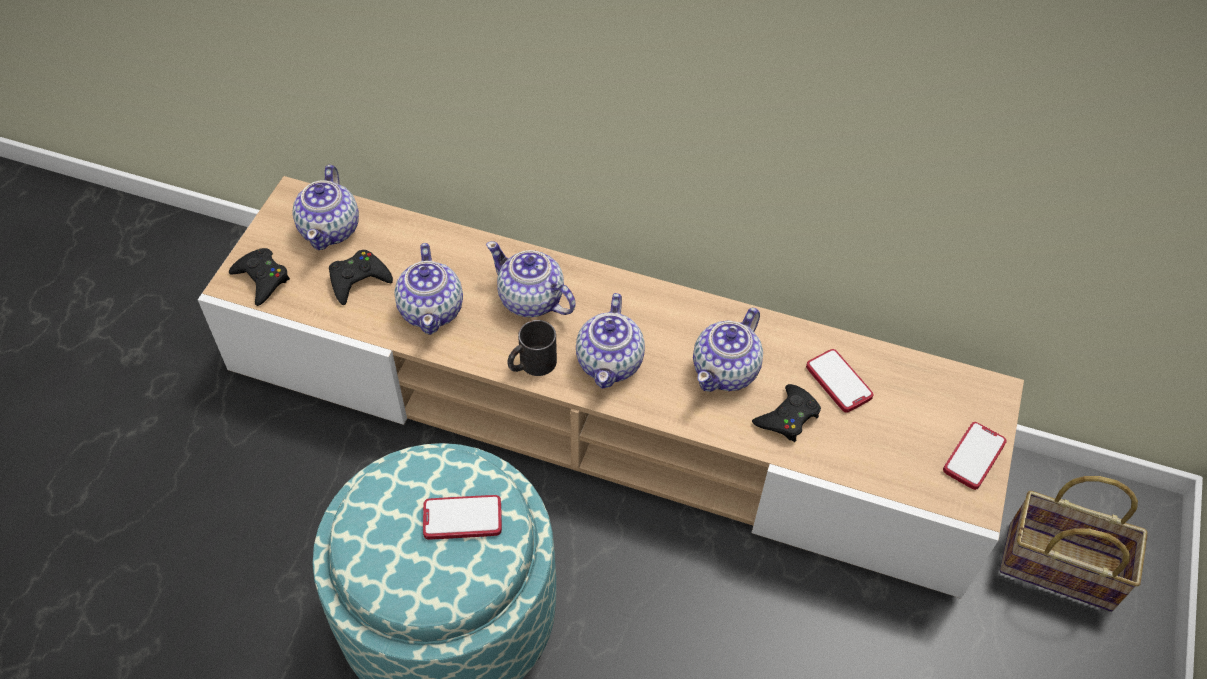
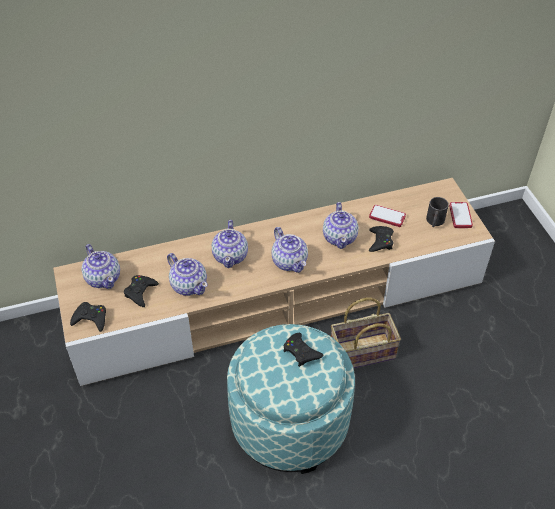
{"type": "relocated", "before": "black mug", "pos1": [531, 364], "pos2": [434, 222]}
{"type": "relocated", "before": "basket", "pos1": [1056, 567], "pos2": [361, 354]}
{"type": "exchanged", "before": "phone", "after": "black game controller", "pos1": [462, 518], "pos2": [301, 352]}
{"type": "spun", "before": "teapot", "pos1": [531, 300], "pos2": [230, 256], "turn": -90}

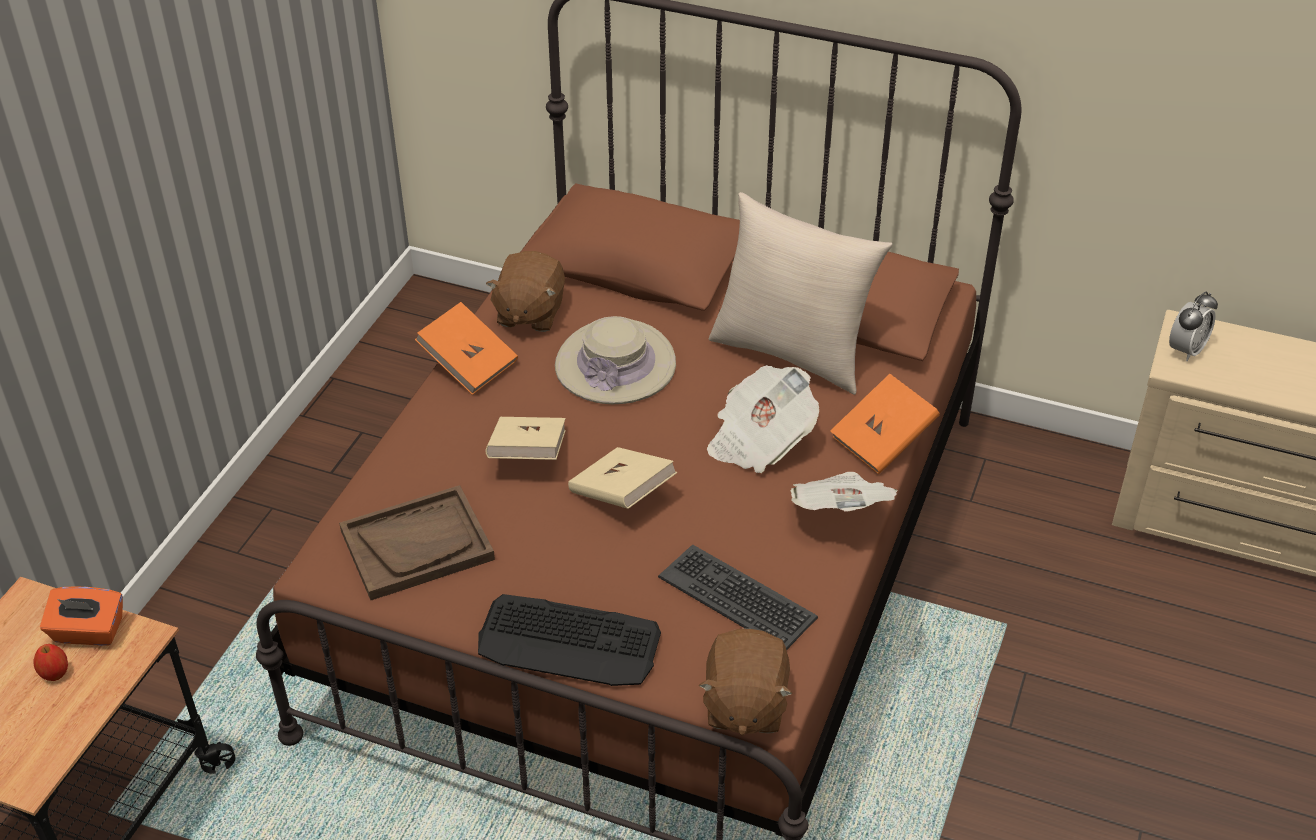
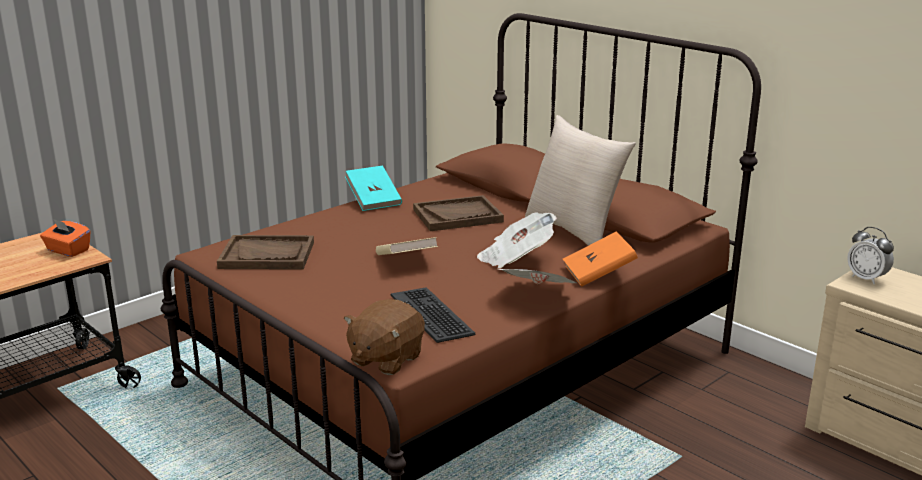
{"type": "missing", "before": "apple", "pos1": [55, 673]}
{"type": "missing", "before": "keyboard", "pos1": [569, 642]}
{"type": "missing", "before": "beige book", "pos1": [527, 454]}
{"type": "missing", "before": "brown plush toy", "pos1": [529, 313]}
{"type": "exchanged", "before": "beige hat", "after": "brown tray", "pos1": [615, 365], "pos2": [458, 216]}
{"type": "colour", "before": "orange book", "after": "turquoise book", "pos1": [469, 364], "pos2": [374, 201]}
{"type": "spun", "before": "alarm clock", "pos1": [1186, 350], "pos2": [866, 278], "turn": 75}

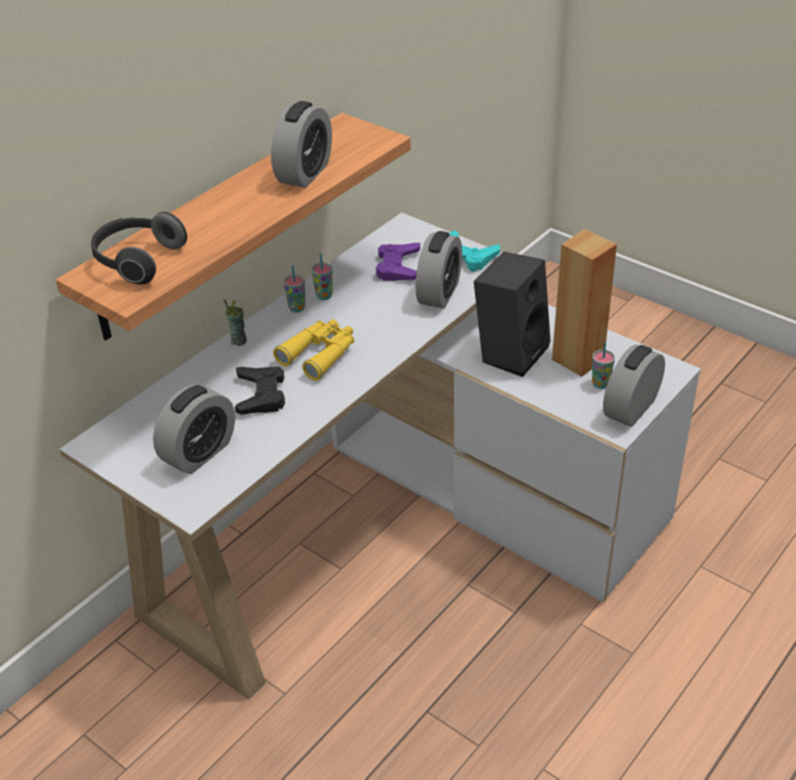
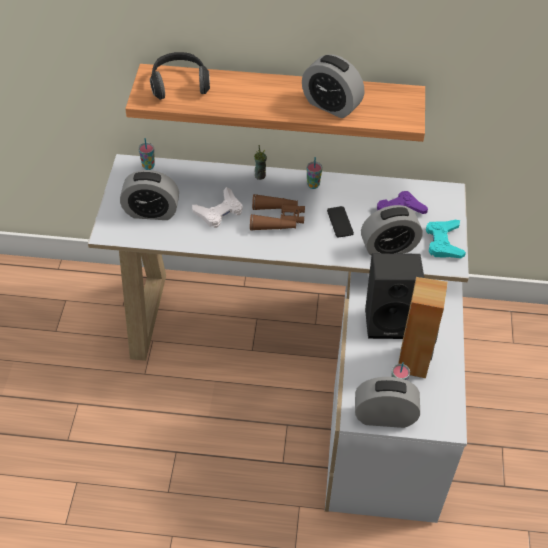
{"type": "appeared", "after": "phone", "pos2": [340, 222]}
{"type": "relocated", "before": "cup", "pos1": [324, 296], "pos2": [148, 166]}
{"type": "colour", "before": "black game controller", "after": "white game controller", "pos1": [261, 395], "pos2": [219, 212]}
{"type": "colour", "before": "yellow binoculars", "after": "brown binoculars", "pos1": [320, 354], "pos2": [277, 219]}
{"type": "spun", "before": "alarm clock", "pos1": [304, 173], "pos2": [331, 105], "turn": 45}

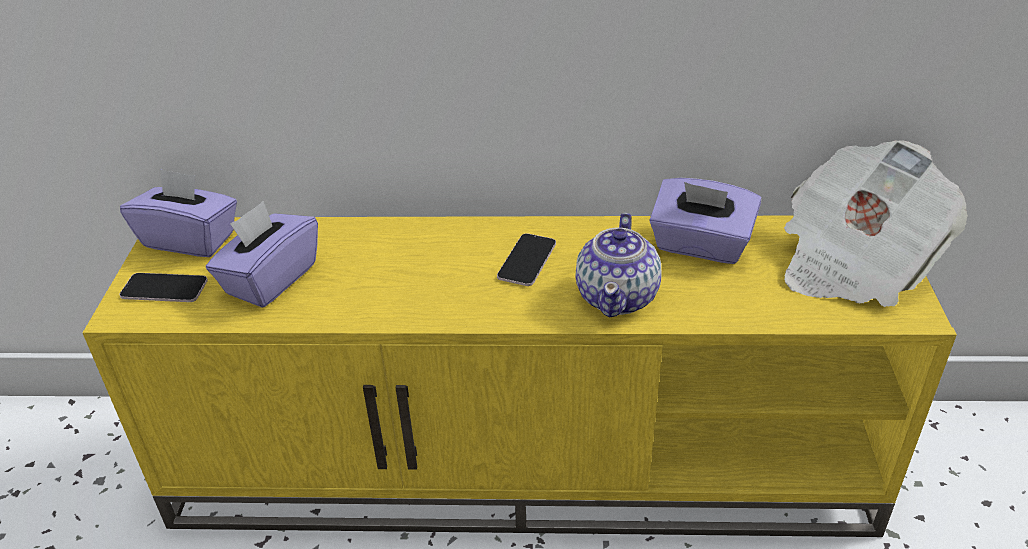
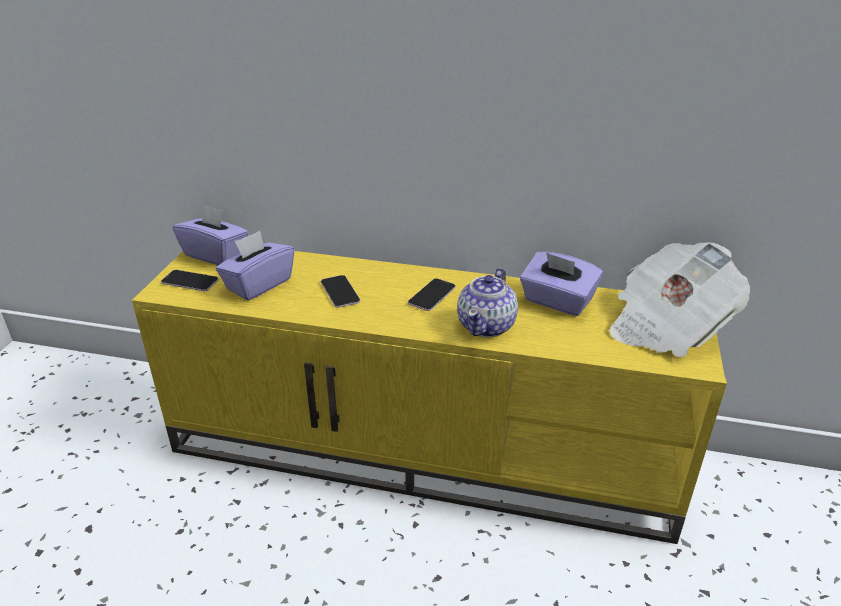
{"type": "appeared", "after": "phone", "pos2": [340, 292]}

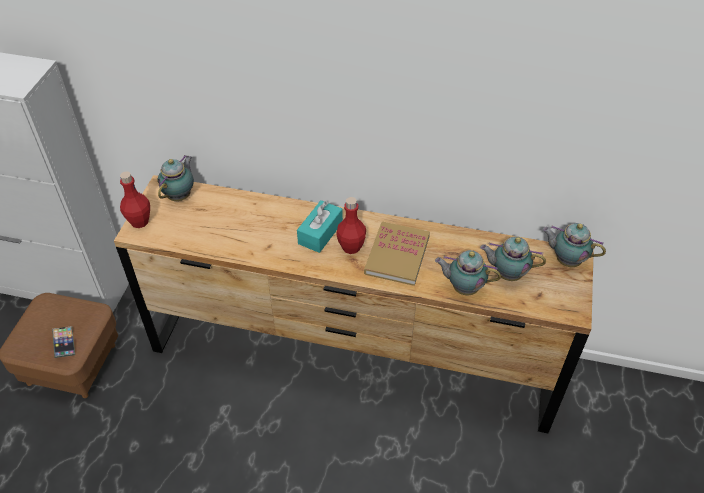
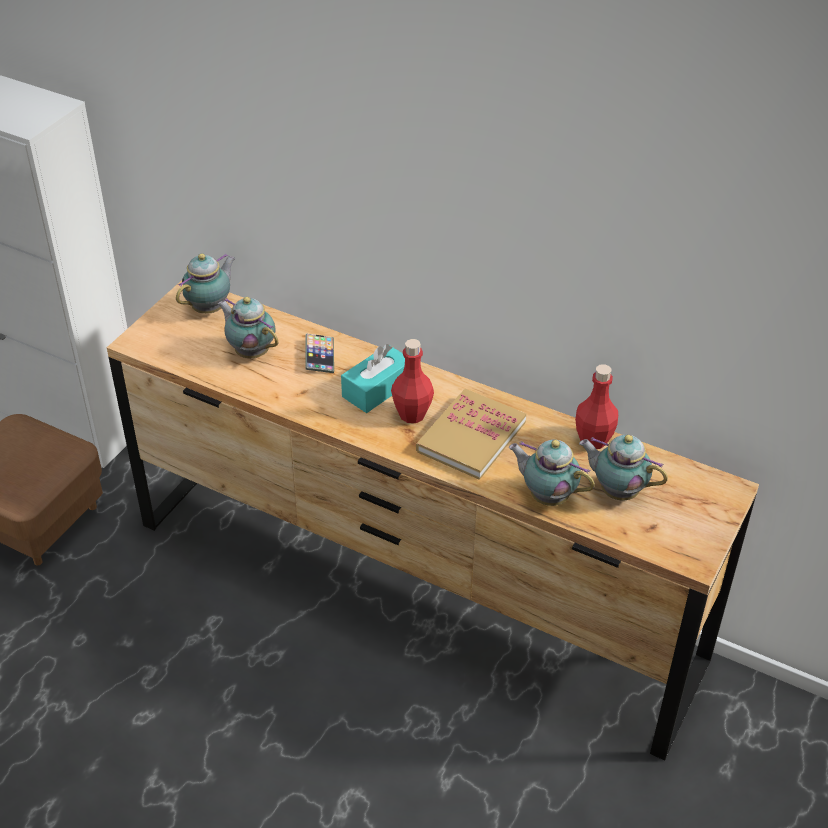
{"type": "relocated", "before": "phone", "pos1": [64, 343], "pos2": [319, 356]}
{"type": "relocated", "before": "red bottle", "pos1": [139, 221], "pos2": [593, 440]}
{"type": "relocated", "before": "teapot", "pos1": [566, 260], "pos2": [251, 352]}

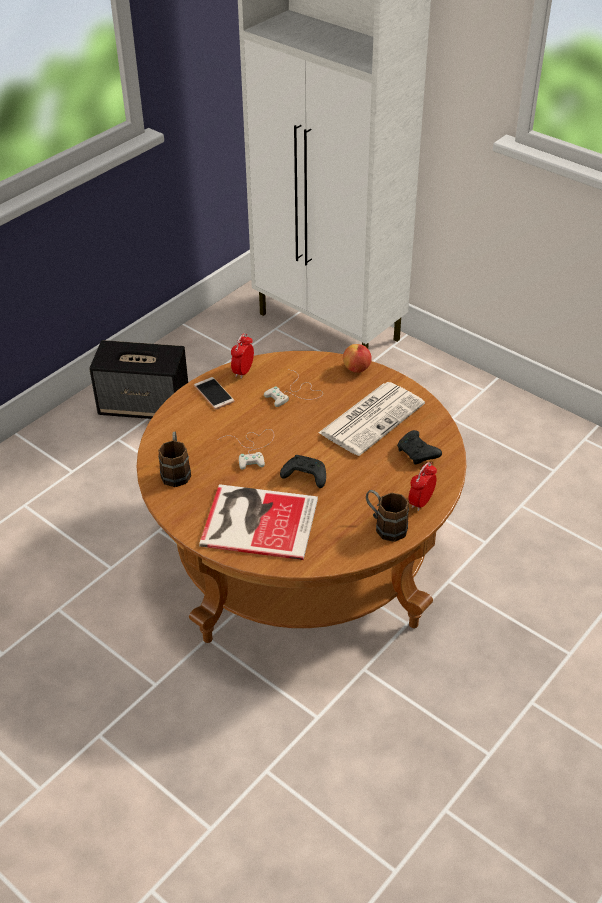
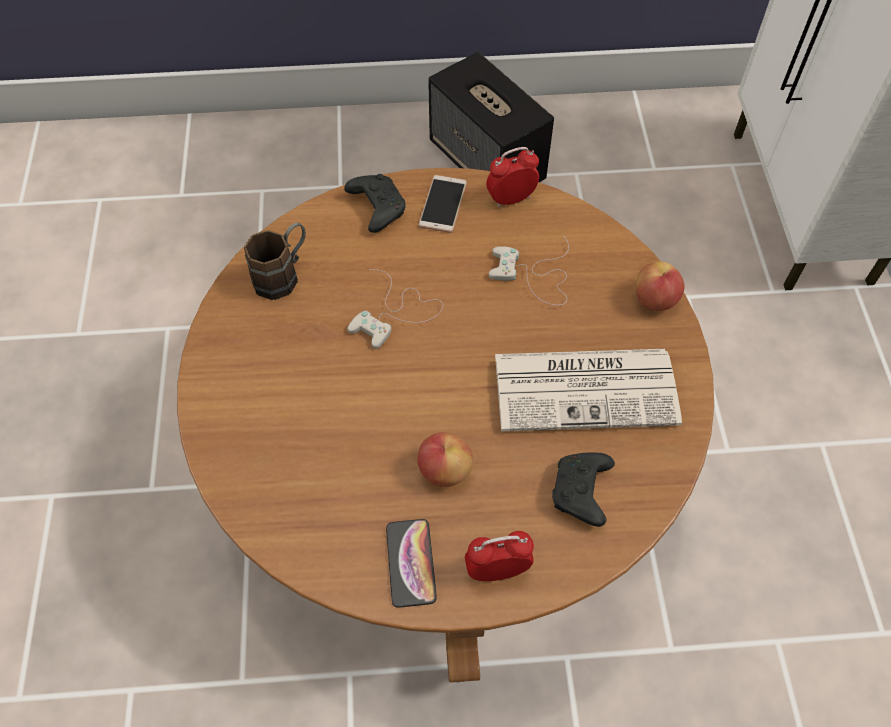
{"type": "missing", "before": "book", "pos1": [257, 520]}
{"type": "appeared", "after": "apple", "pos2": [444, 470]}
{"type": "relocated", "before": "black game controller", "pos1": [304, 477], "pos2": [376, 207]}
{"type": "exchanged", "before": "brown mug", "after": "phone", "pos1": [385, 526], "pos2": [410, 563]}

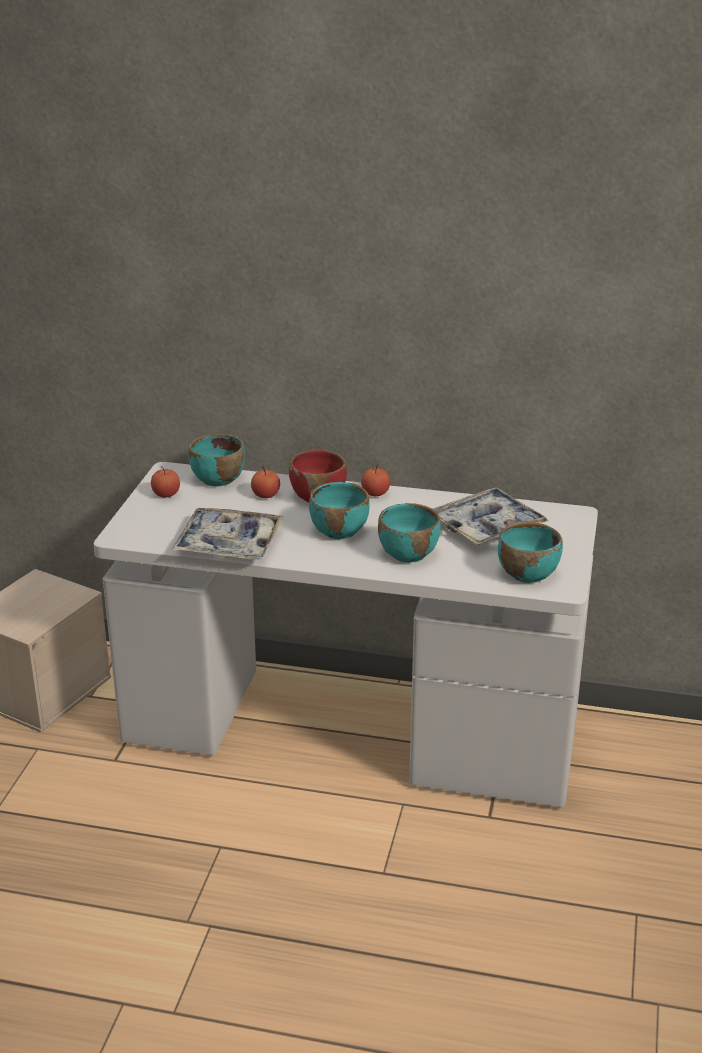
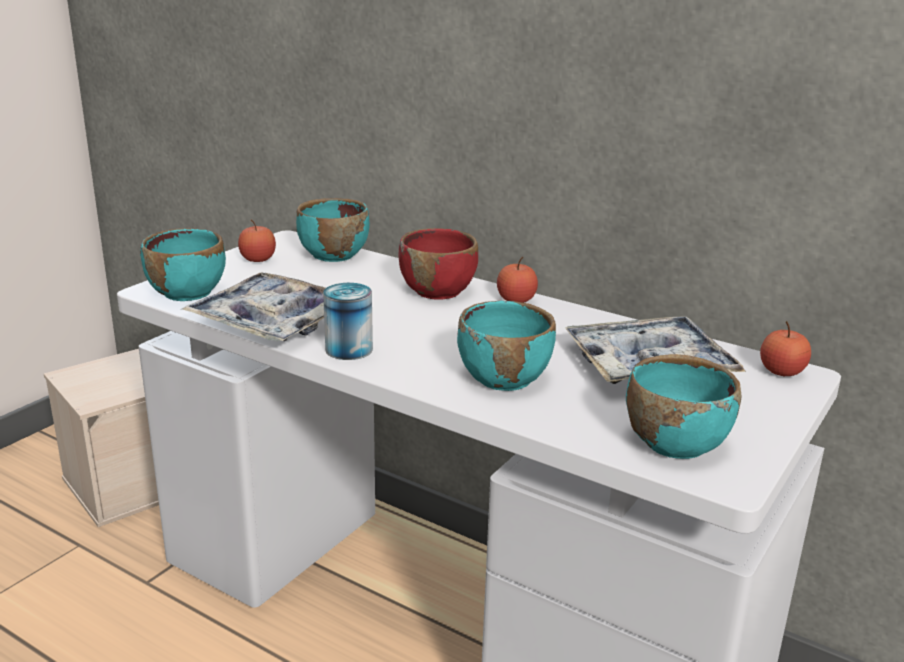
{"type": "appeared", "after": "can", "pos2": [349, 349]}
{"type": "relocated", "before": "apple", "pos1": [266, 495], "pos2": [781, 371]}
{"type": "relocated", "before": "turquoise bowl", "pos1": [339, 530], "pos2": [188, 292]}

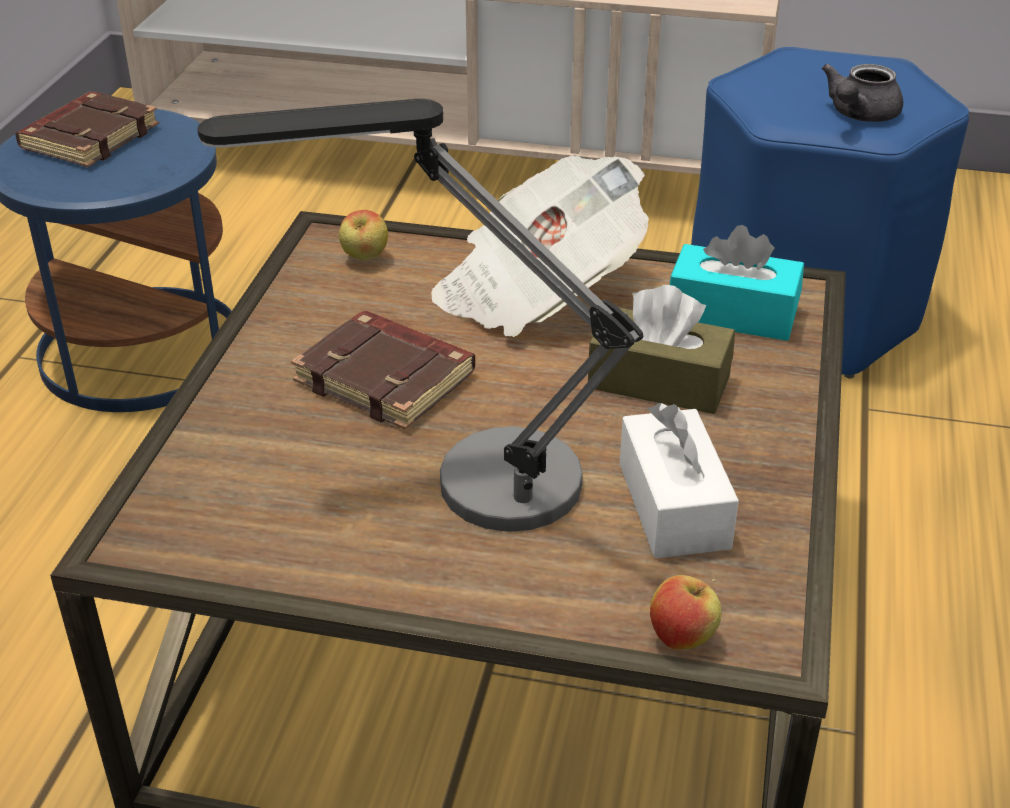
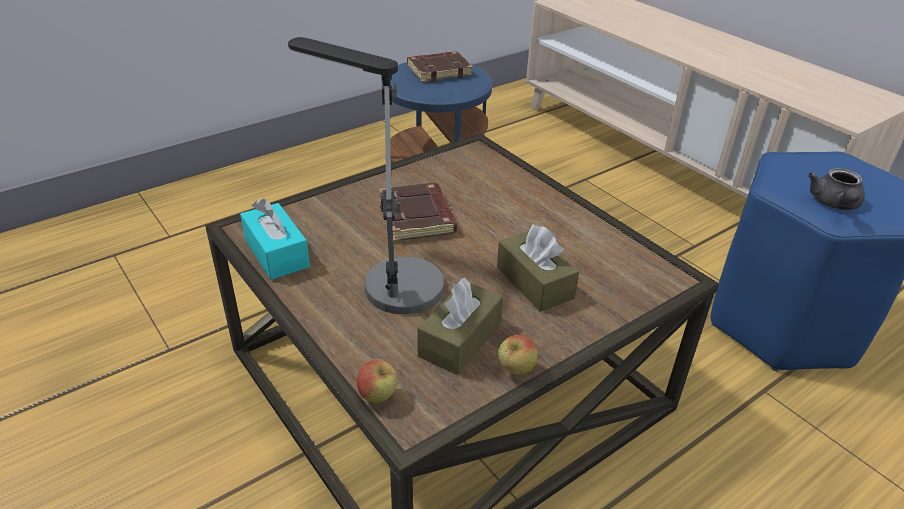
{"type": "missing", "before": "newspaper", "pos1": [537, 292]}
{"type": "relocated", "before": "apple", "pos1": [365, 258], "pos2": [515, 370]}
{"type": "relocated", "before": "turquoise tissue box", "pos1": [732, 314], "pos2": [276, 253]}
{"type": "colour", "before": "white tissue box", "after": "brown tissue box", "pos1": [673, 505], "pos2": [460, 339]}
{"type": "spun", "before": "grey teapot", "pos1": [858, 115], "pos2": [834, 204], "turn": -60}

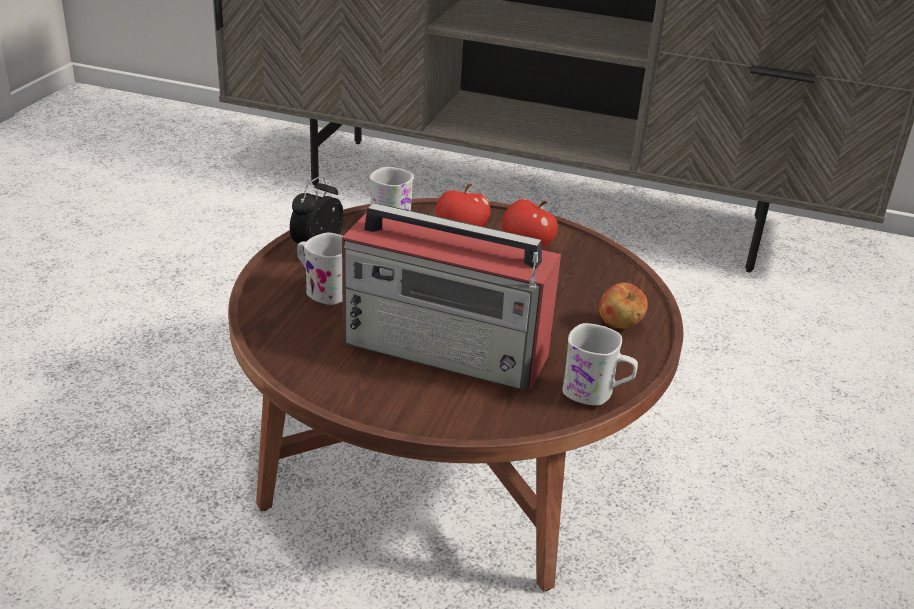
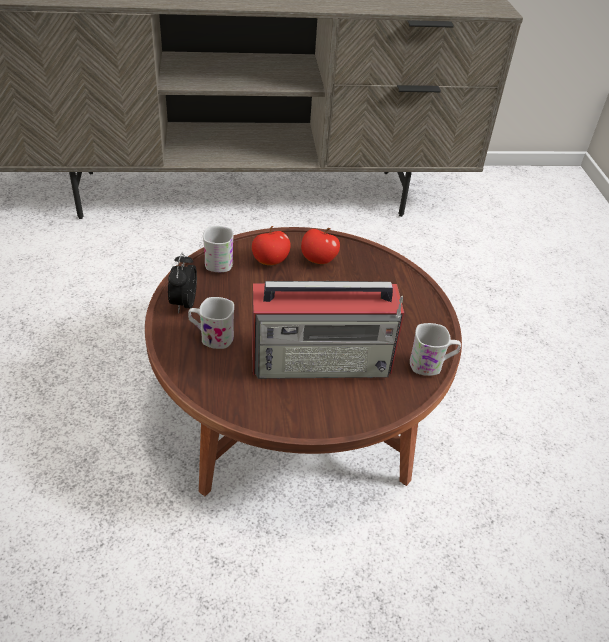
{"type": "missing", "before": "apple", "pos1": [619, 325]}

